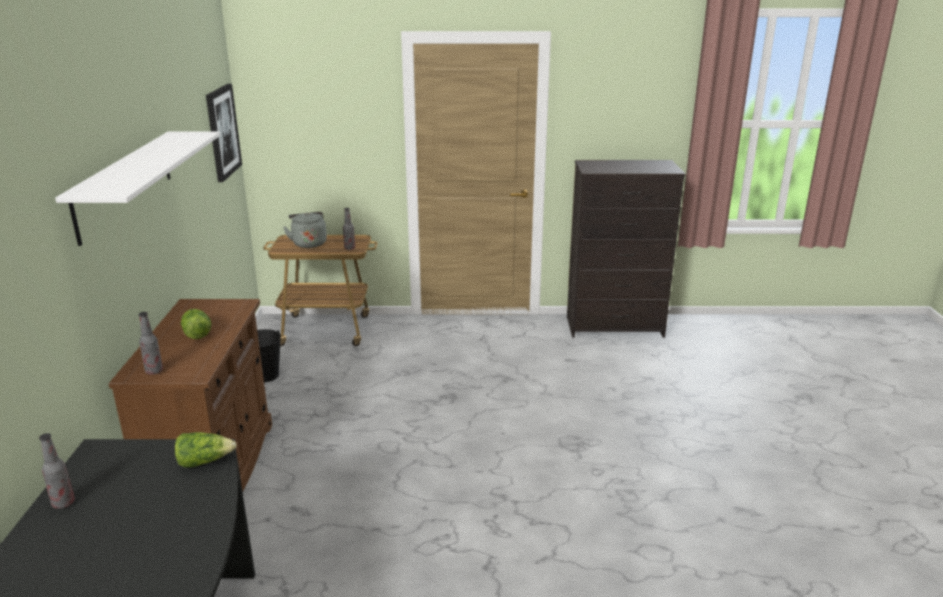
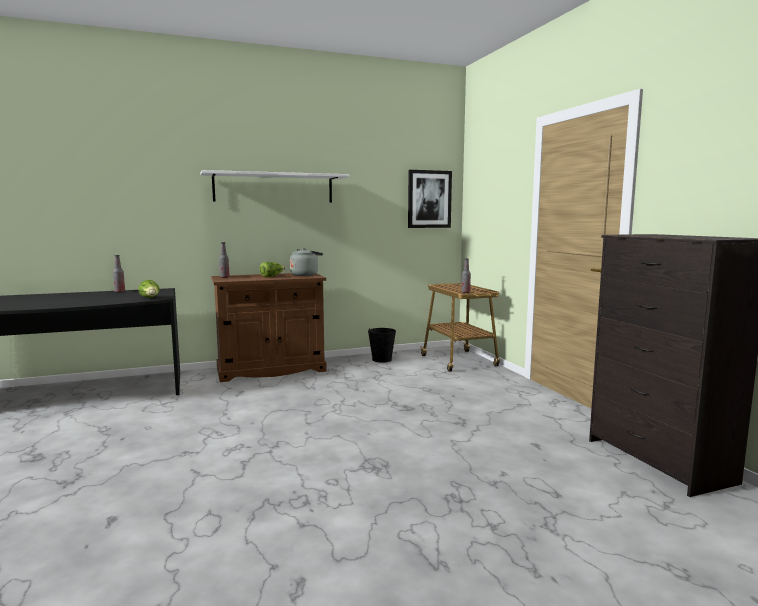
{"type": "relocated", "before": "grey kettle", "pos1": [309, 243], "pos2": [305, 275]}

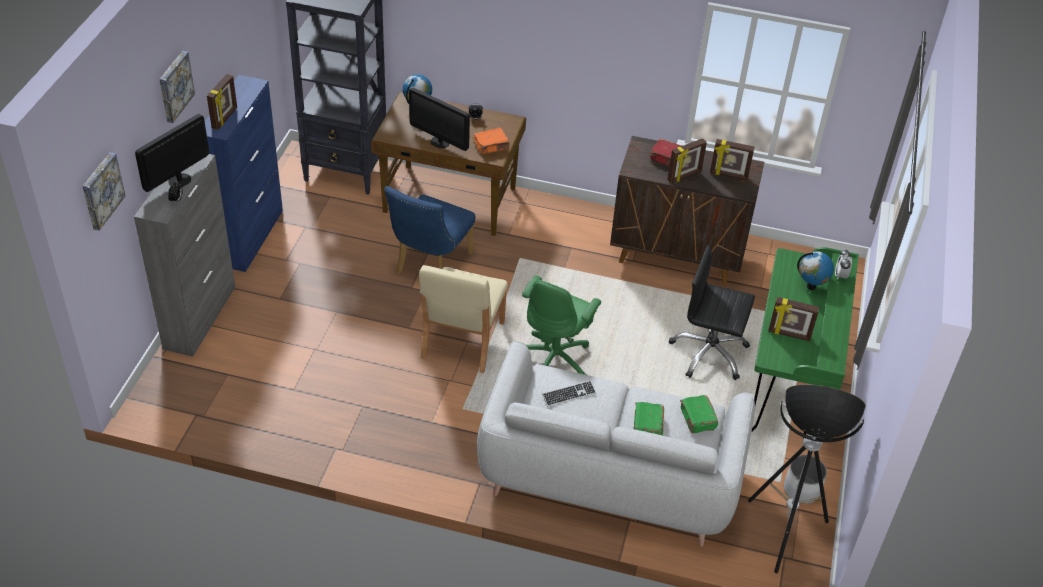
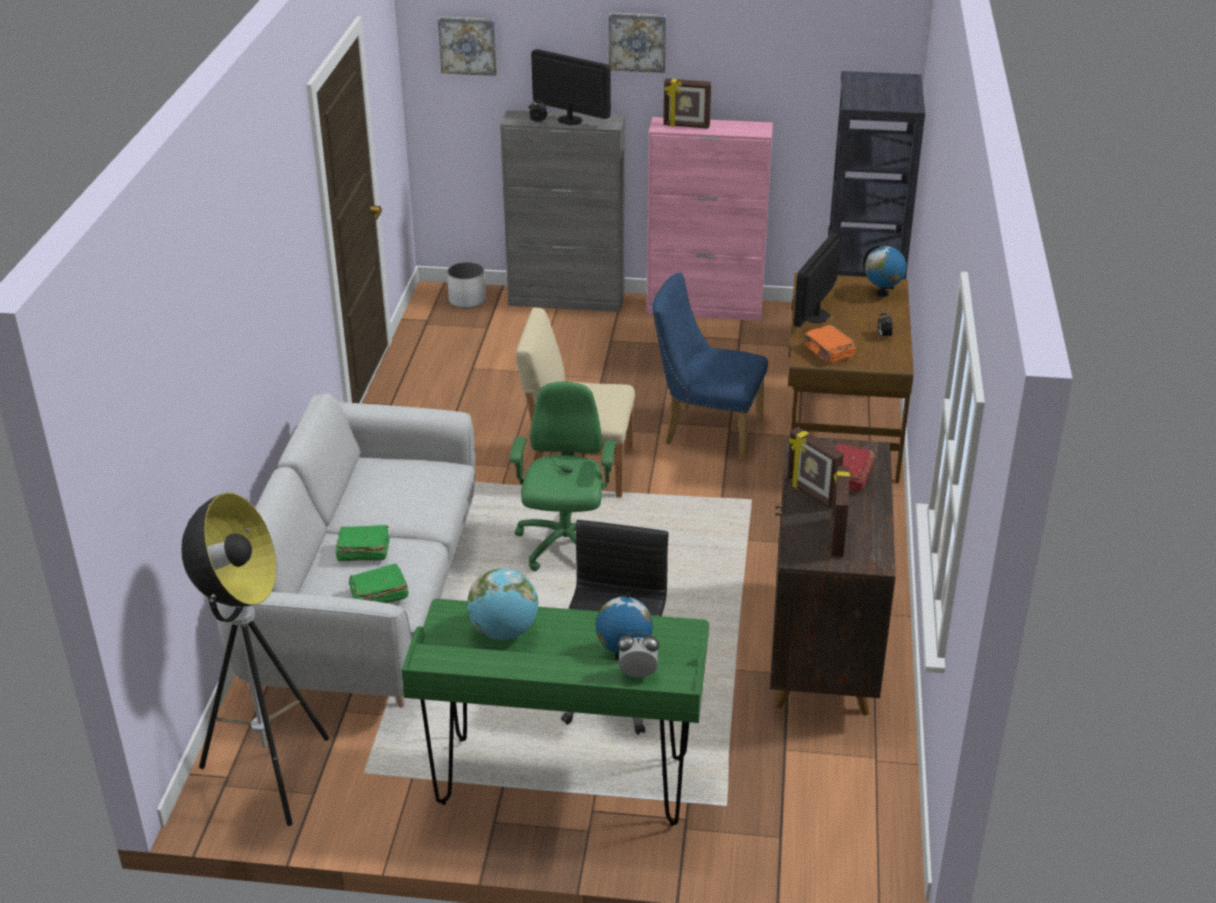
{"type": "missing", "before": "keyboard", "pos1": [569, 394]}
{"type": "relocated", "before": "white planter", "pos1": [801, 489], "pos2": [467, 300]}
{"type": "exchanged", "before": "picture frame", "after": "globe", "pos1": [789, 334], "pos2": [504, 632]}
{"type": "colour", "before": "blue cabinet", "after": "pink cabinet", "pos1": [251, 237], "pos2": [705, 309]}
{"type": "spun", "before": "green office chair", "pos1": [555, 358], "pos2": [565, 545], "turn": 75}

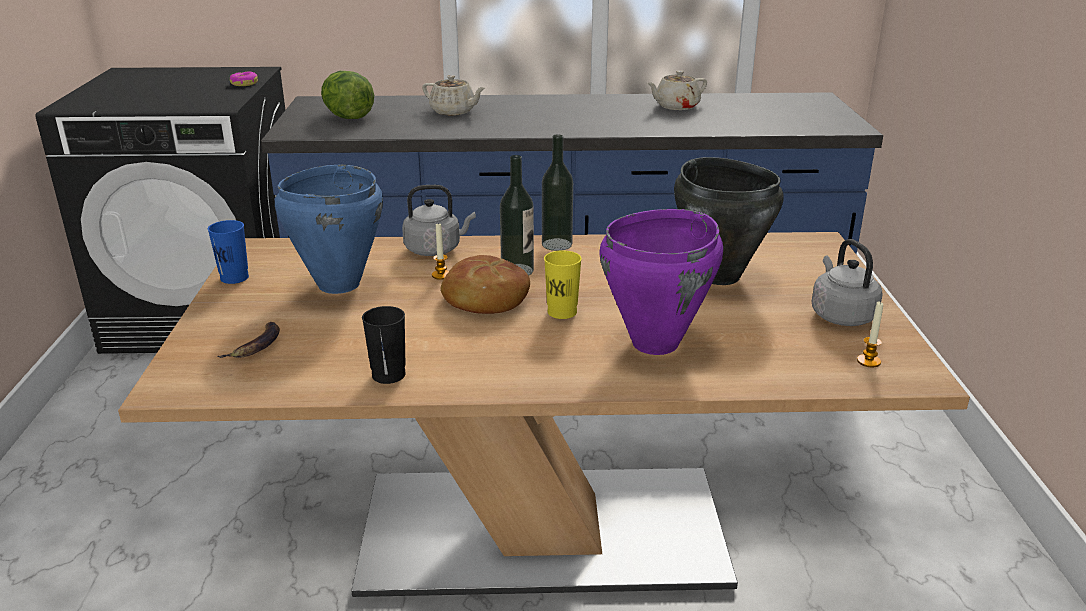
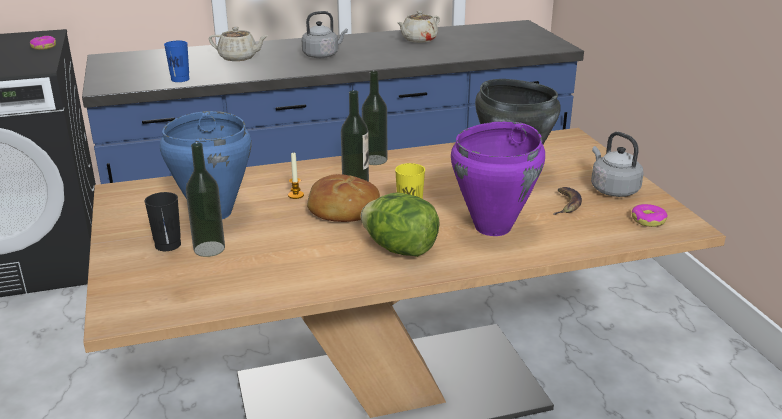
{"type": "appeared", "after": "bottle", "pos2": [209, 249]}
{"type": "relocated", "before": "blue cup", "pos1": [234, 278], "pos2": [180, 79]}
{"type": "relocated", "before": "banana", "pos1": [256, 345], "pos2": [566, 204]}
{"type": "relocated", "before": "lettuce", "pos1": [348, 117], "pos2": [400, 249]}
{"type": "relocated", "before": "black cup", "pos1": [388, 375], "pos2": [168, 245]}
{"type": "relocated", "before": "grey kettle", "pos1": [436, 249], "pos2": [322, 55]}
{"type": "exchanged", "before": "candle", "after": "donut", "pos1": [868, 361], "pos2": [648, 220]}

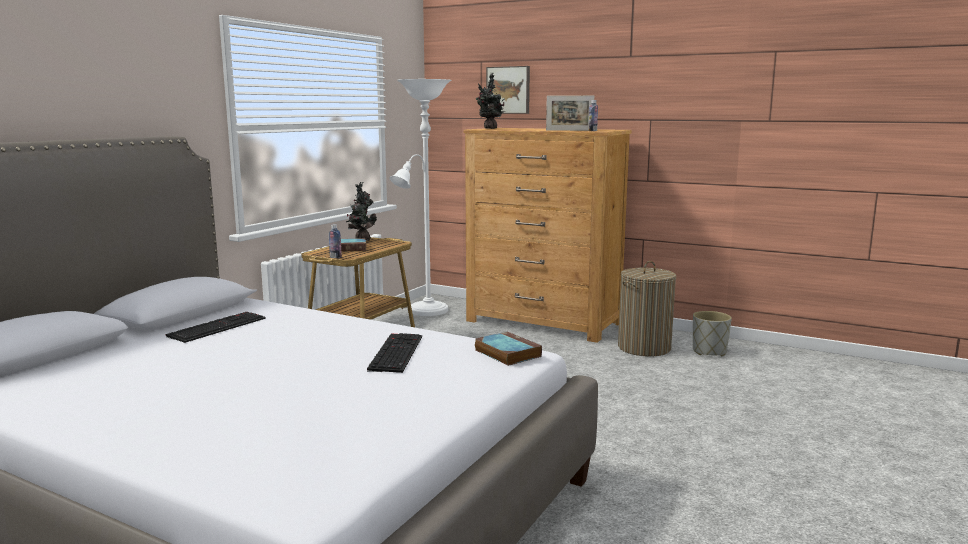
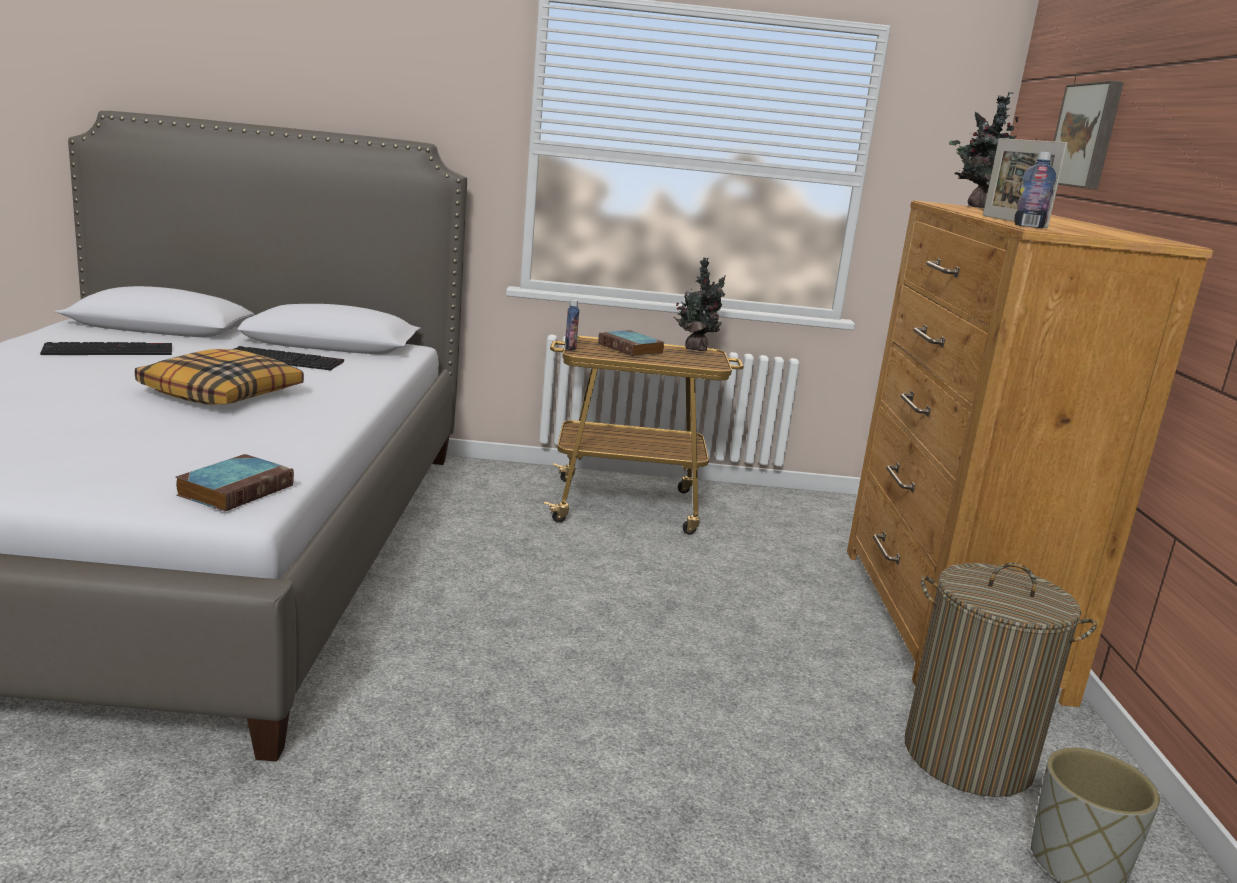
{"type": "missing", "before": "white floor lamp", "pos1": [425, 312]}
{"type": "appeared", "after": "pillow", "pos2": [222, 394]}
{"type": "relocated", "before": "keyboard", "pos1": [395, 352], "pos2": [110, 350]}

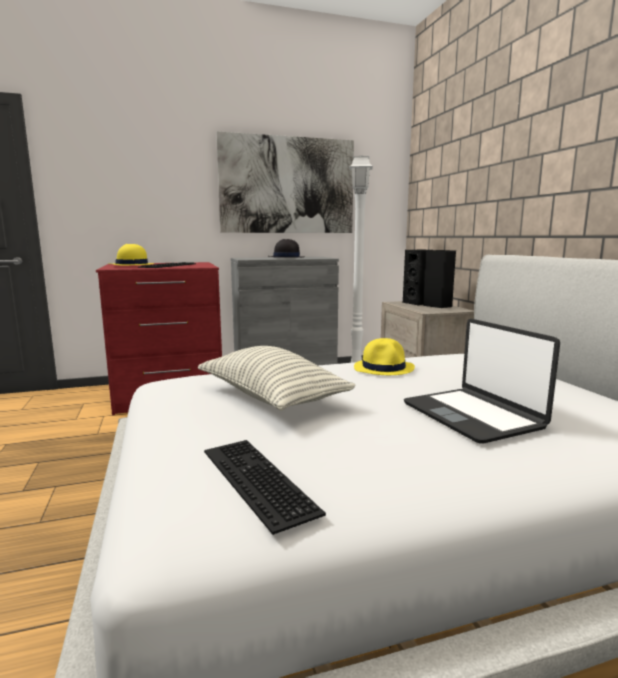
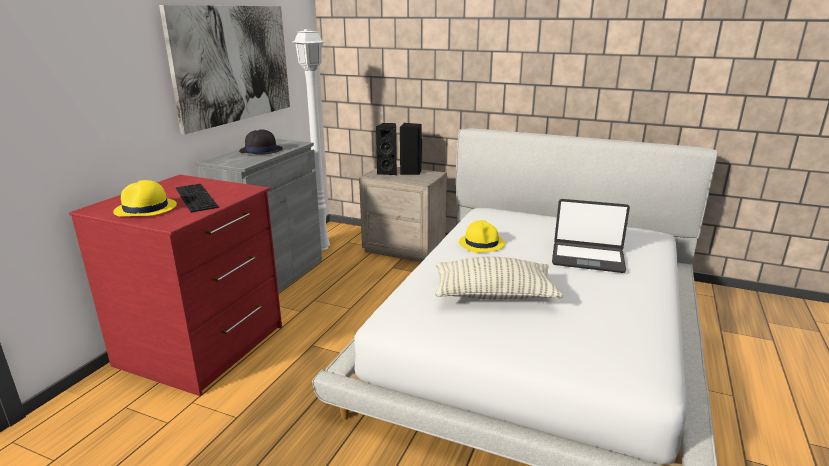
{"type": "missing", "before": "keyboard", "pos1": [253, 479]}

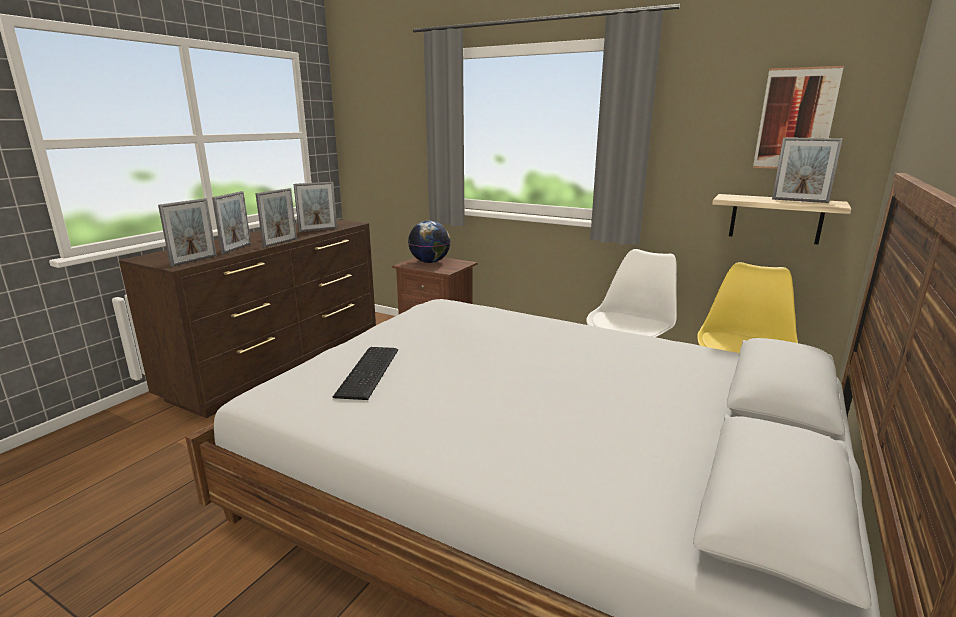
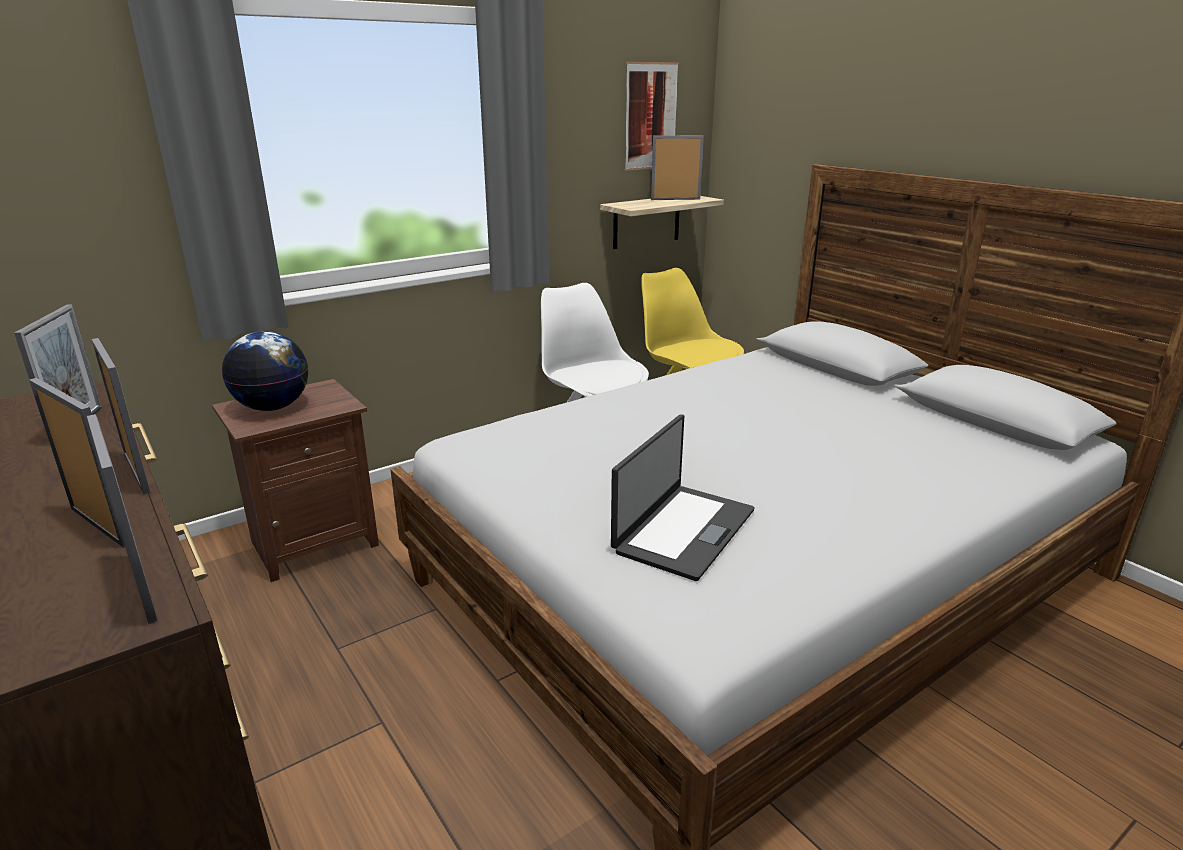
{"type": "exchanged", "before": "keyboard", "after": "laptop", "pos1": [370, 371], "pos2": [683, 530]}
{"type": "spun", "before": "picture frame", "pos1": [799, 201], "pos2": [675, 199], "turn": -150}

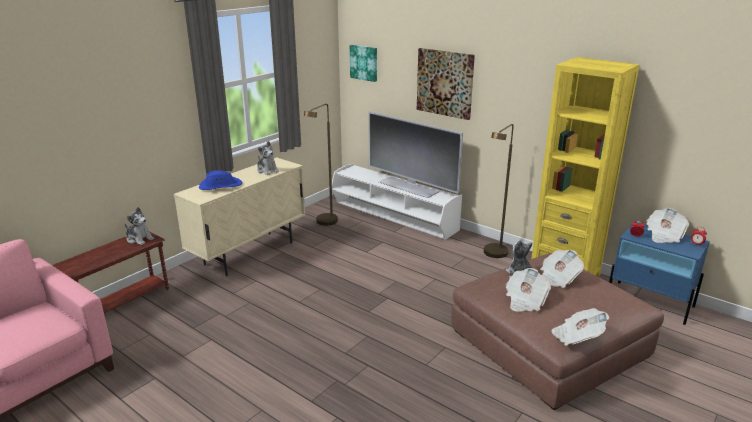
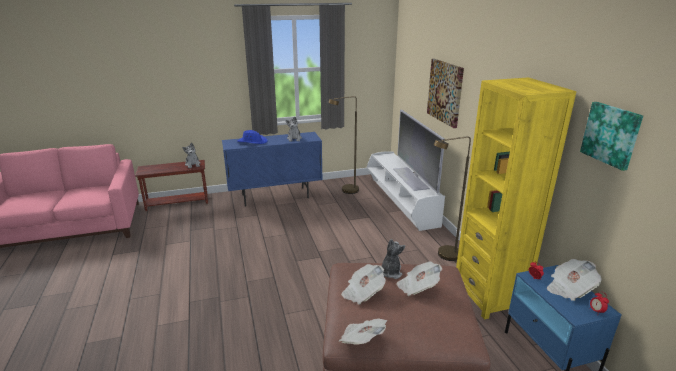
{"type": "relocated", "before": "picture", "pos1": [364, 62], "pos2": [611, 134]}
{"type": "colour", "before": "beige cabinet", "after": "blue cabinet", "pos1": [249, 253], "pos2": [275, 196]}

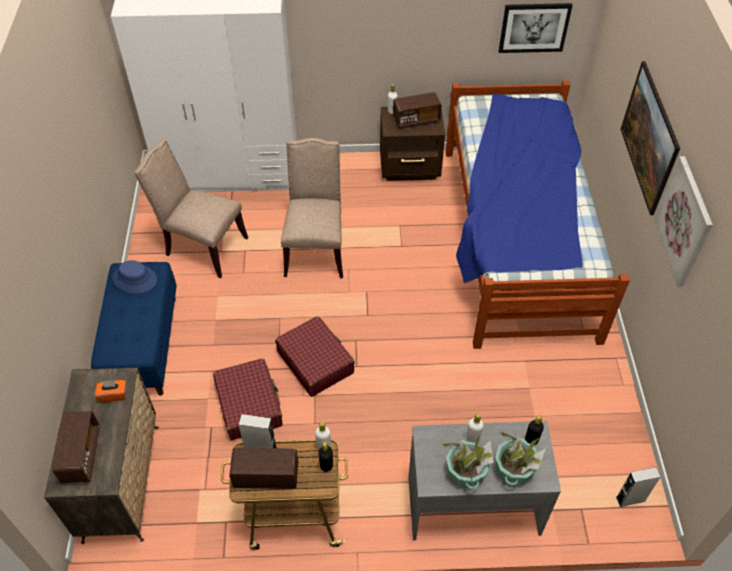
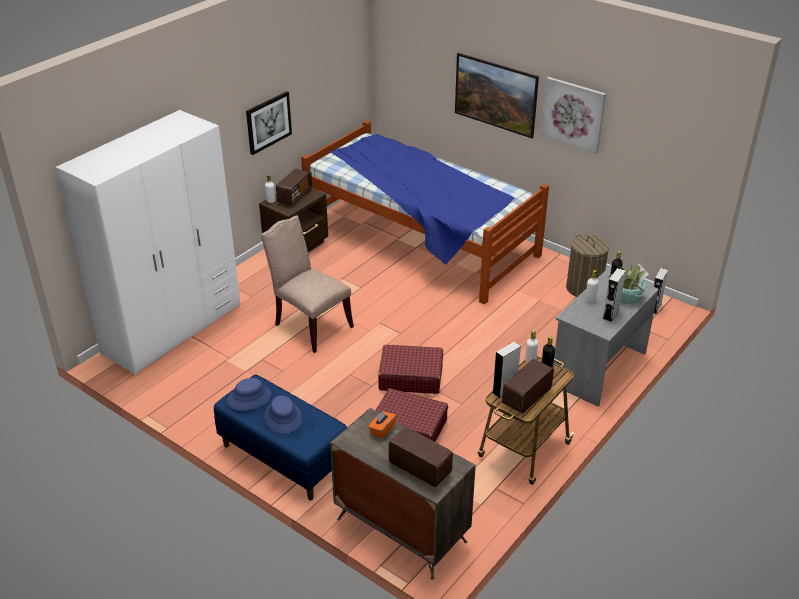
{"type": "missing", "before": "beige chair", "pos1": [202, 247]}
{"type": "appeared", "after": "blue hat", "pos2": [283, 417]}
{"type": "appeared", "after": "laundry basket", "pos2": [584, 288]}
{"type": "relocated", "before": "picture", "pos1": [534, 27], "pos2": [268, 122]}
{"type": "exchanged", "before": "potted plant", "after": "grey speaker", "pos1": [466, 471], "pos2": [611, 314]}

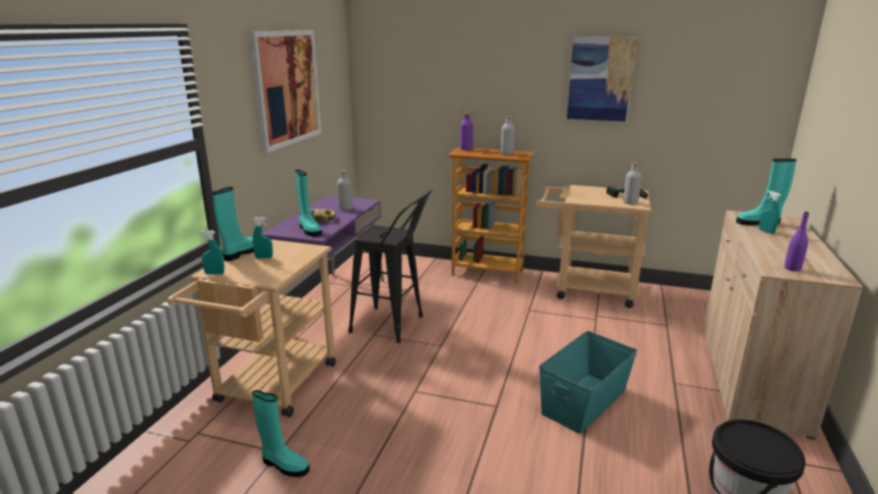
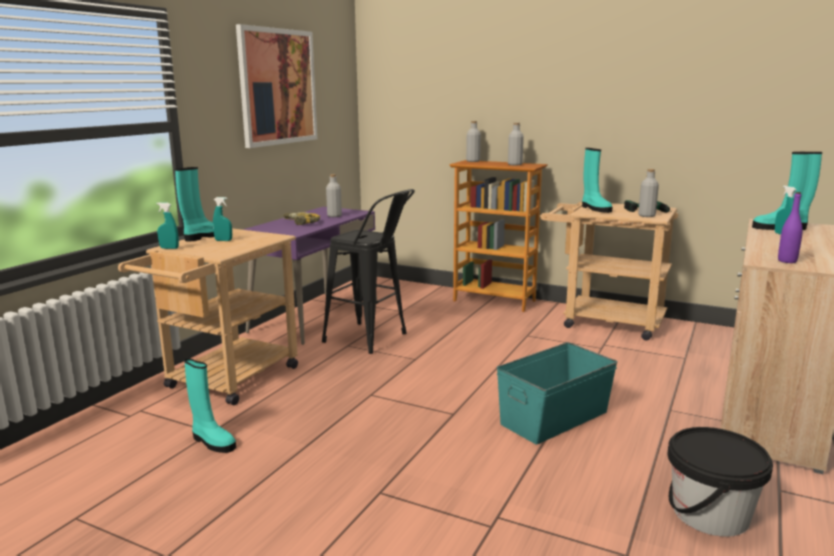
{"type": "missing", "before": "picture", "pos1": [600, 79]}
{"type": "relocated", "before": "turquoise boot", "pos1": [309, 230], "pos2": [595, 209]}
{"type": "colour", "before": "purple bottle", "after": "grey bottle", "pos1": [466, 149], "pos2": [473, 161]}

